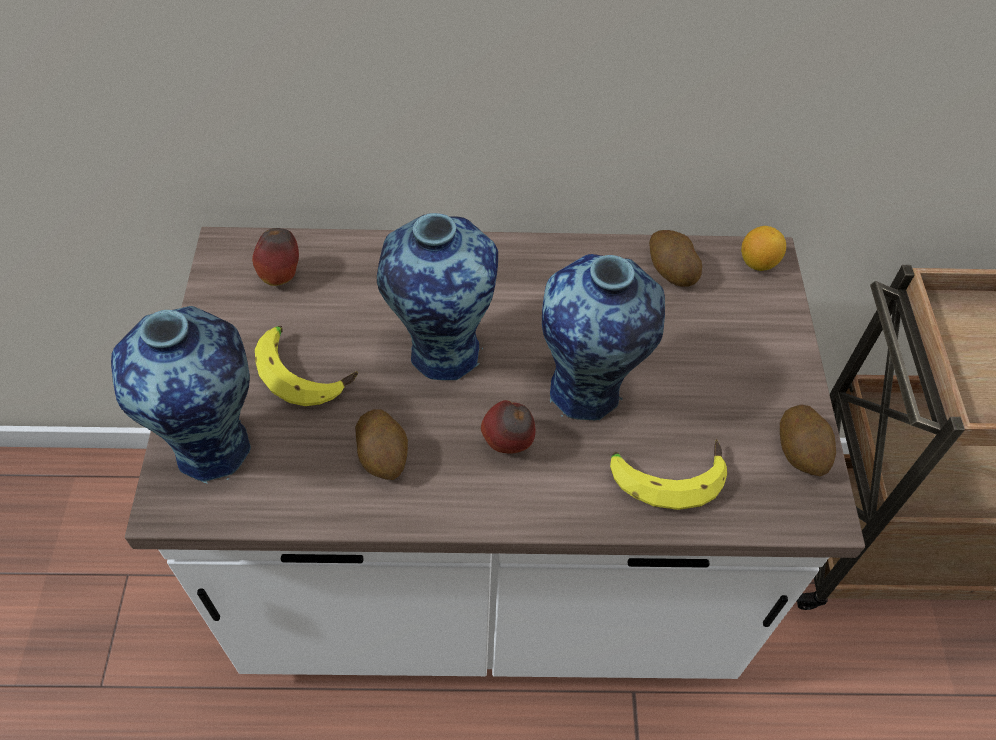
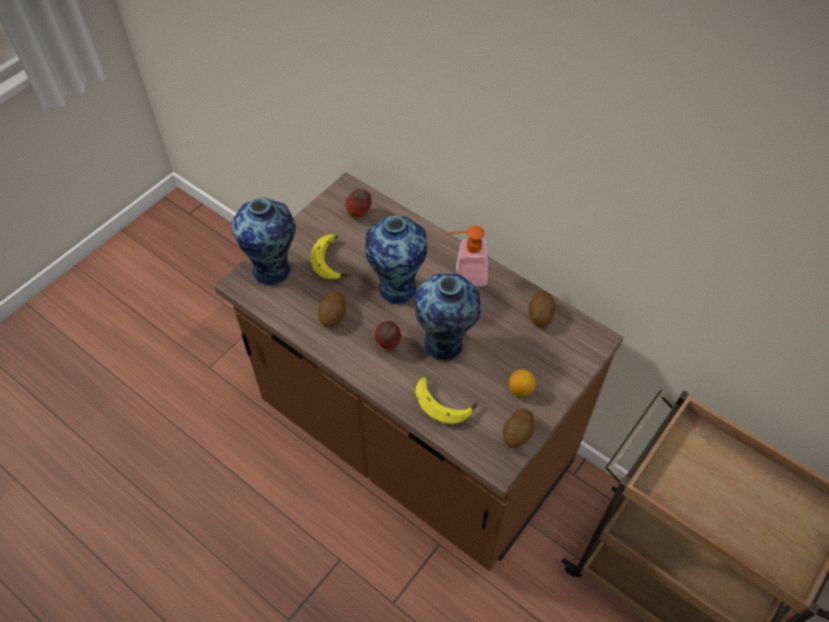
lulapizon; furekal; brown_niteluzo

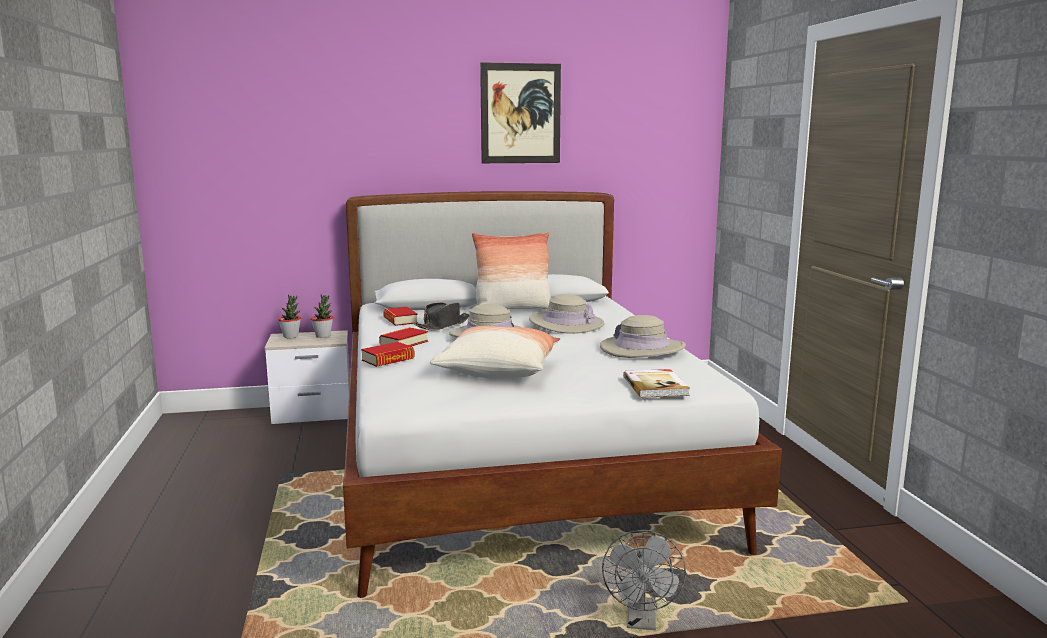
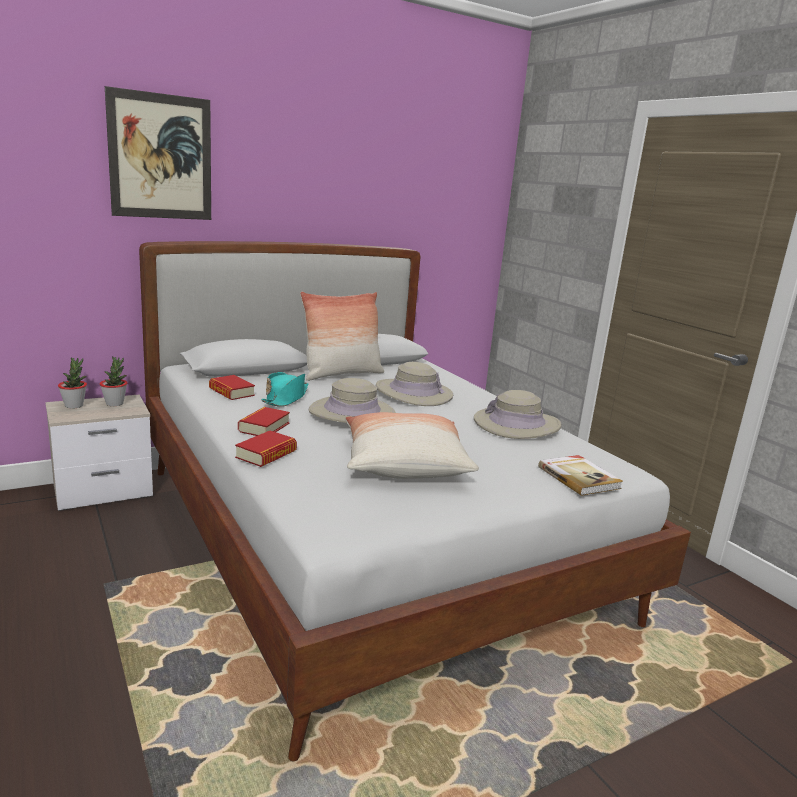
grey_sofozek; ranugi; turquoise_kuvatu

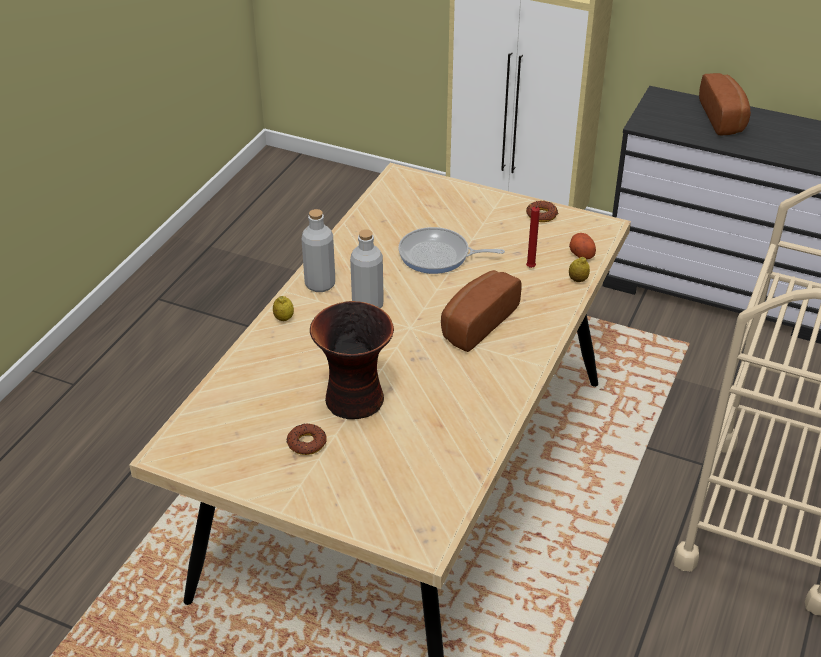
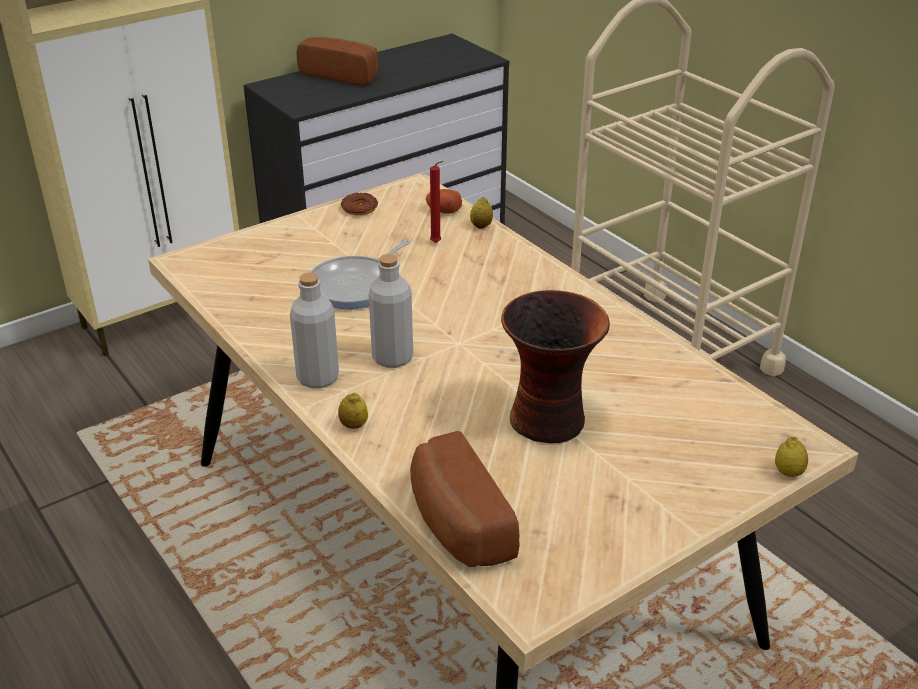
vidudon (1st from left in the first image); furekal (3rd from left); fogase (2nd from left)

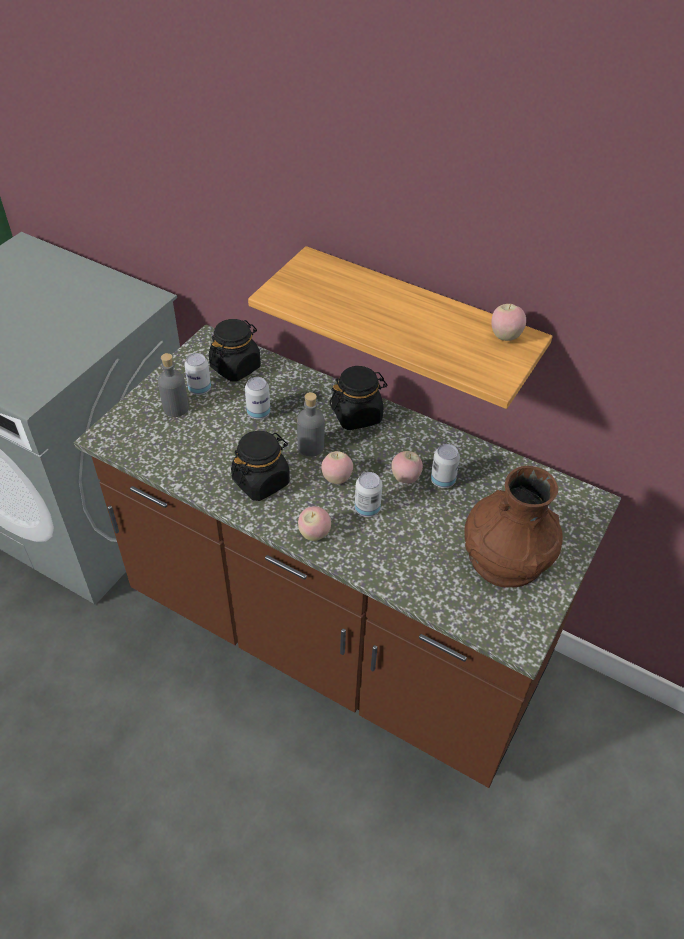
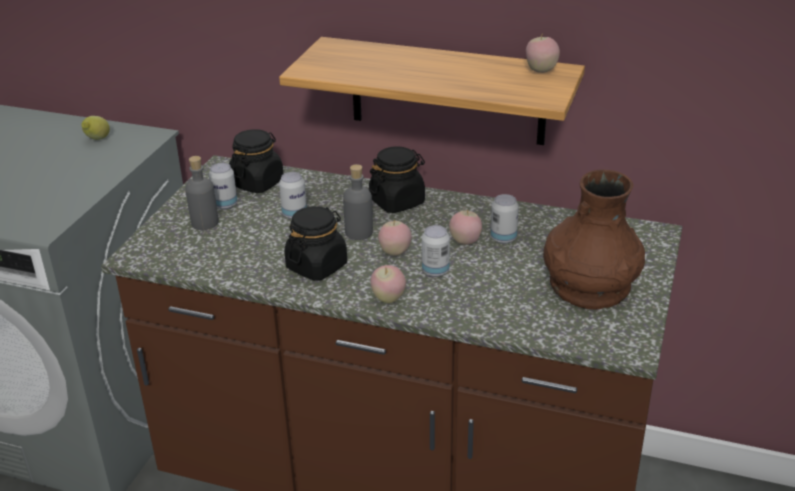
furekal

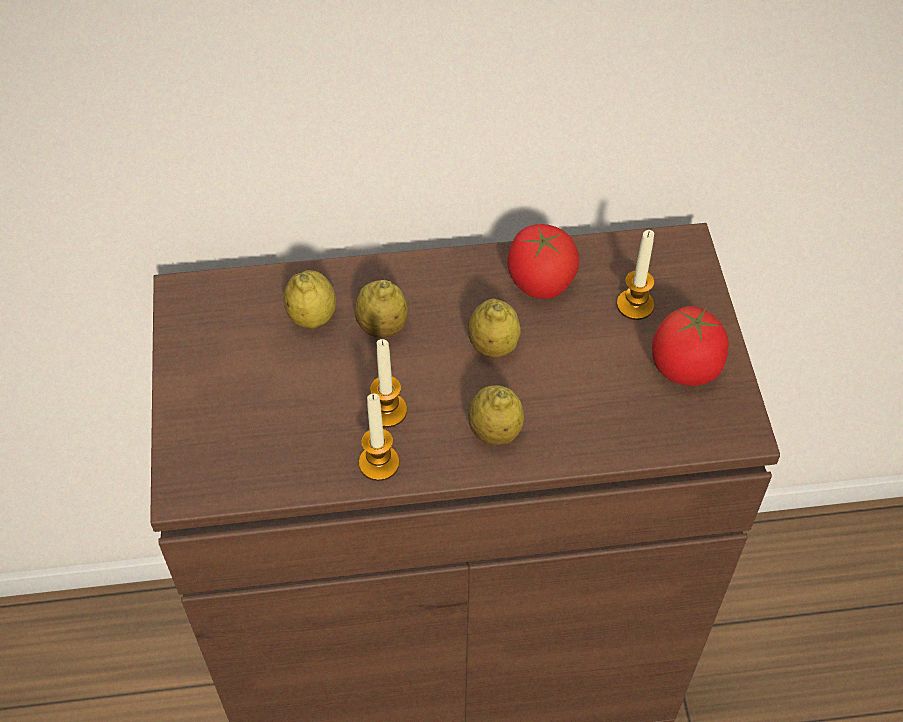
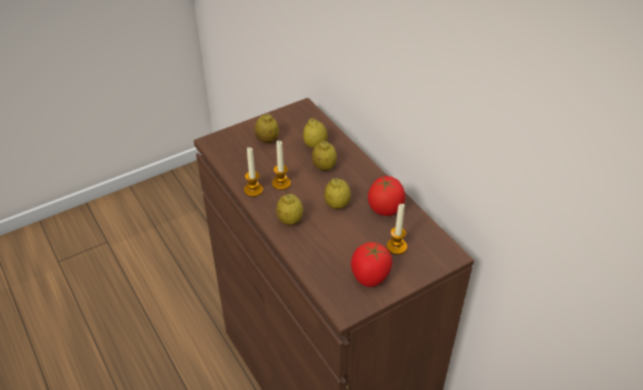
furekal (1st from left)

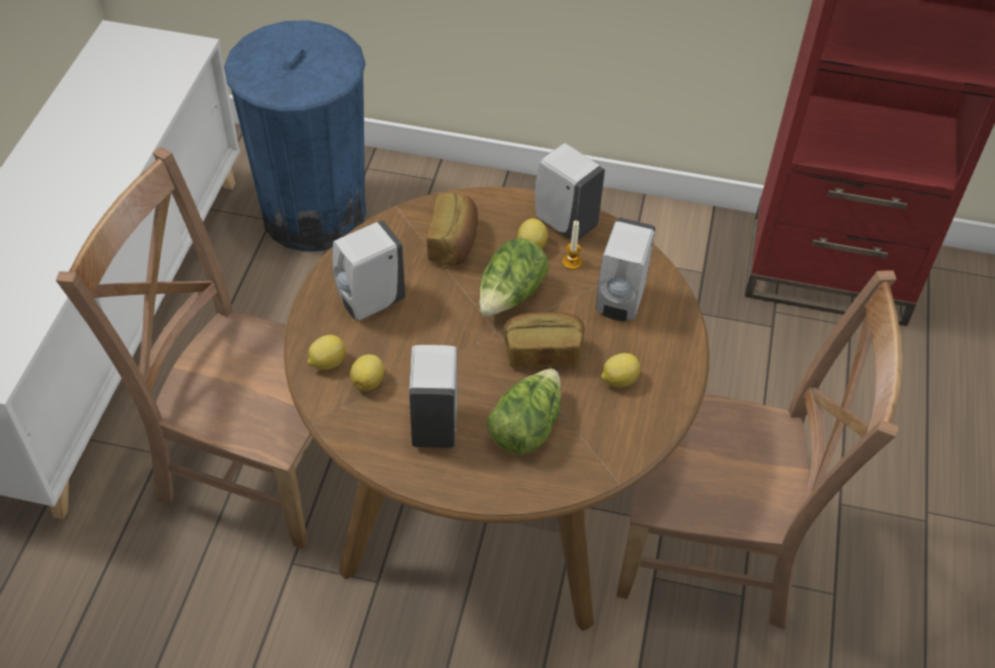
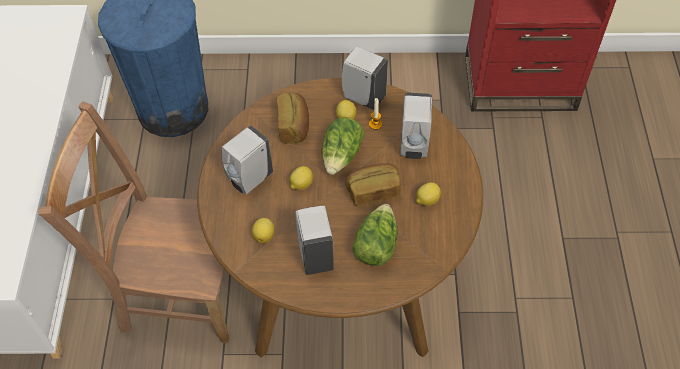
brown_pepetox (2nd from left in the first image); furekal (2nd from left)

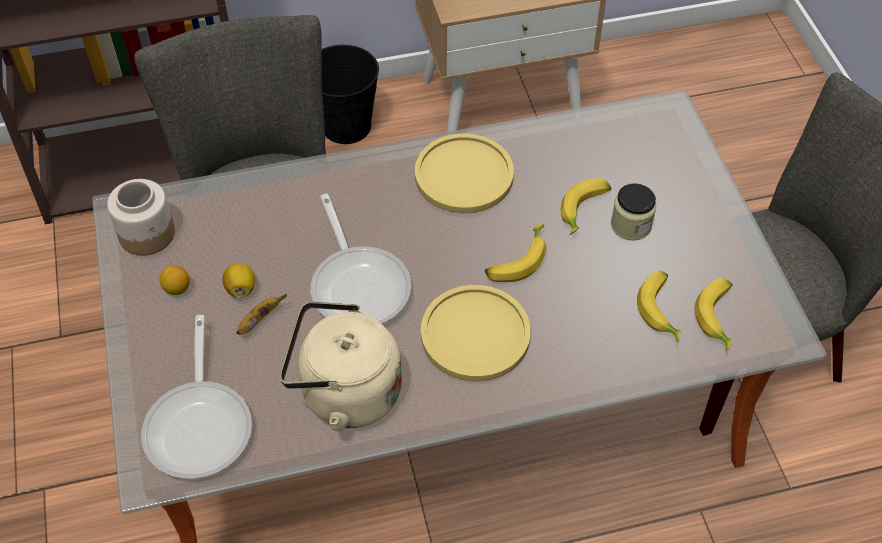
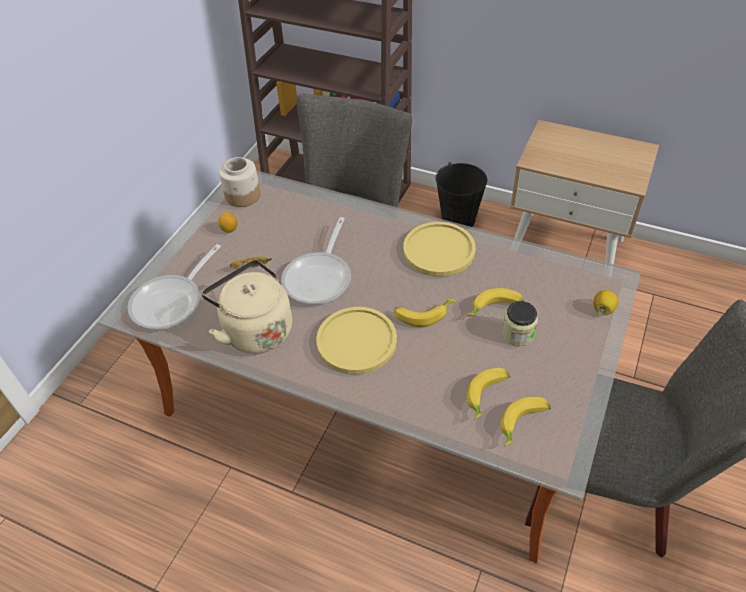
furekal (2nd from left)

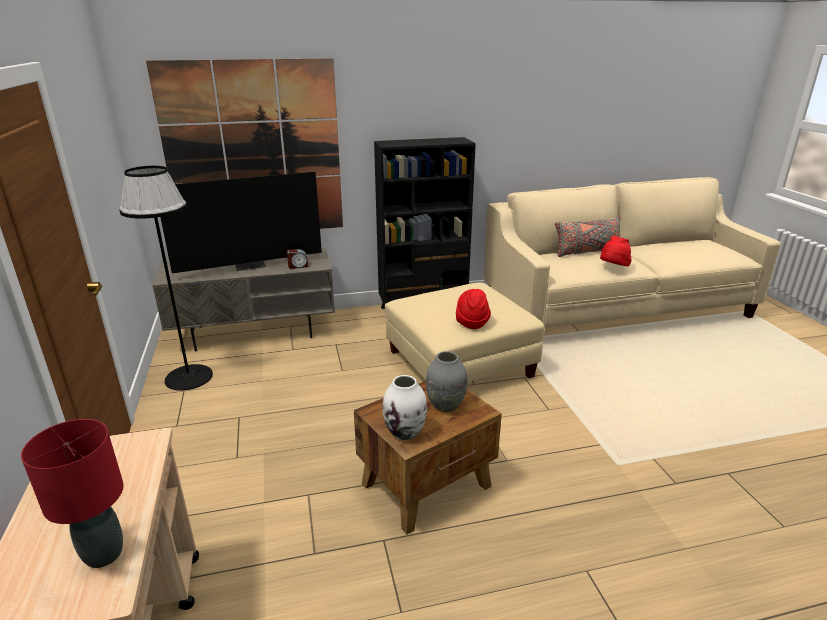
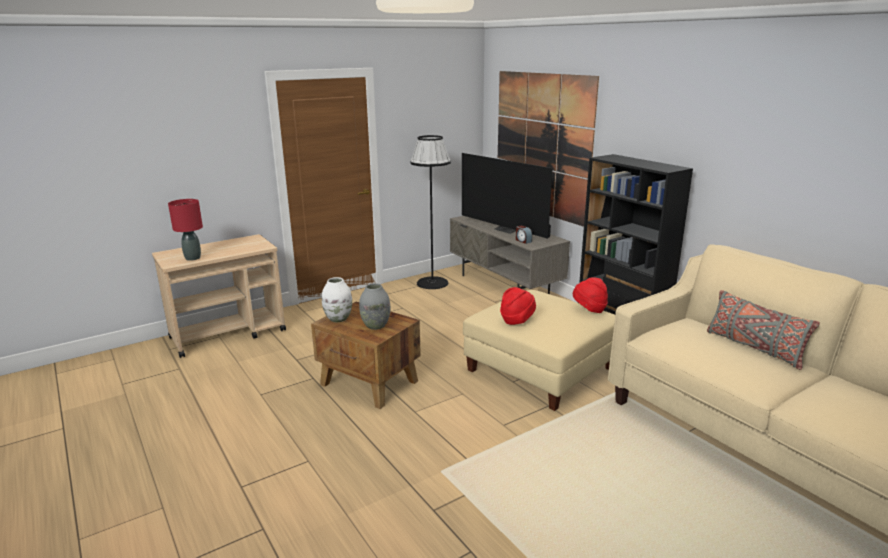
red_kuvatu (2nd from left)

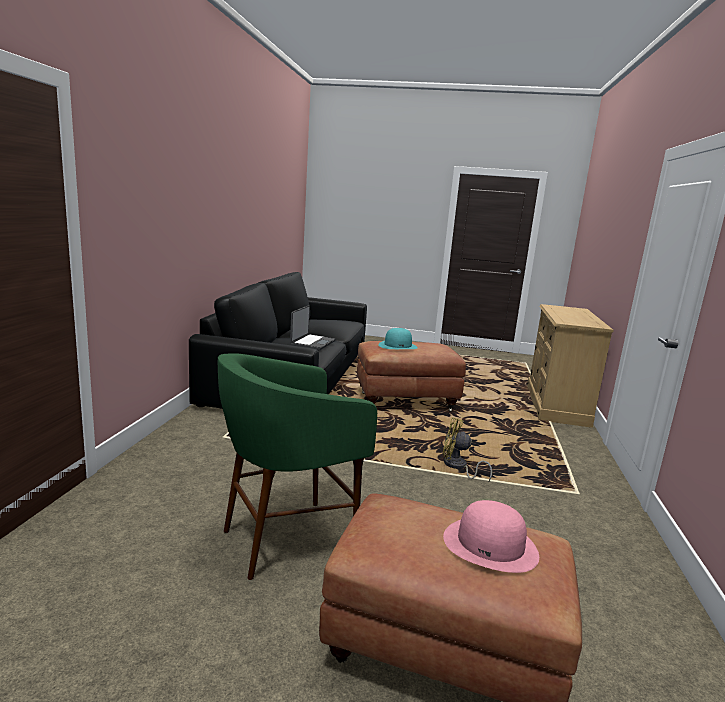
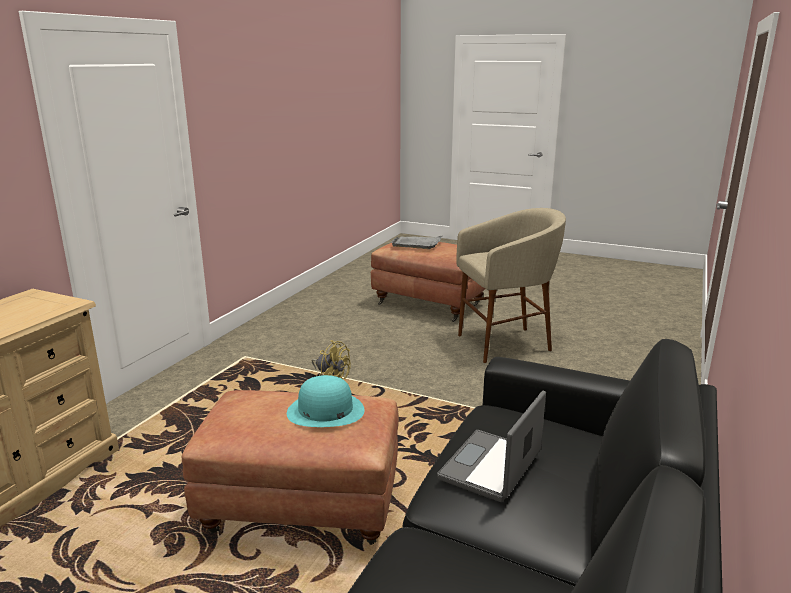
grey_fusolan; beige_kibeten

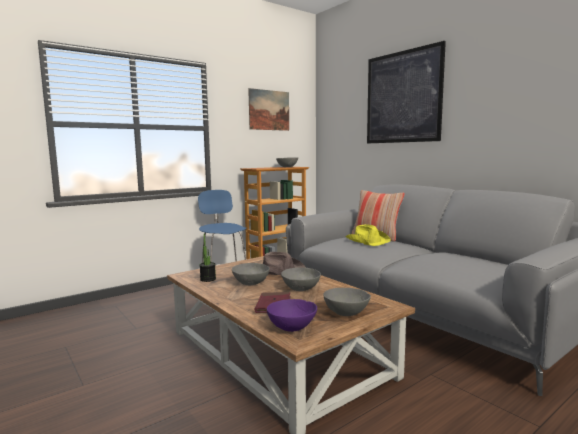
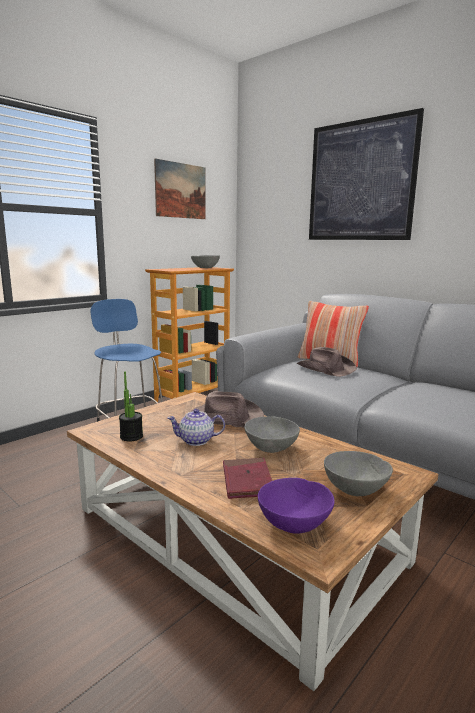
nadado; brown_kuvatu (2nd from left)

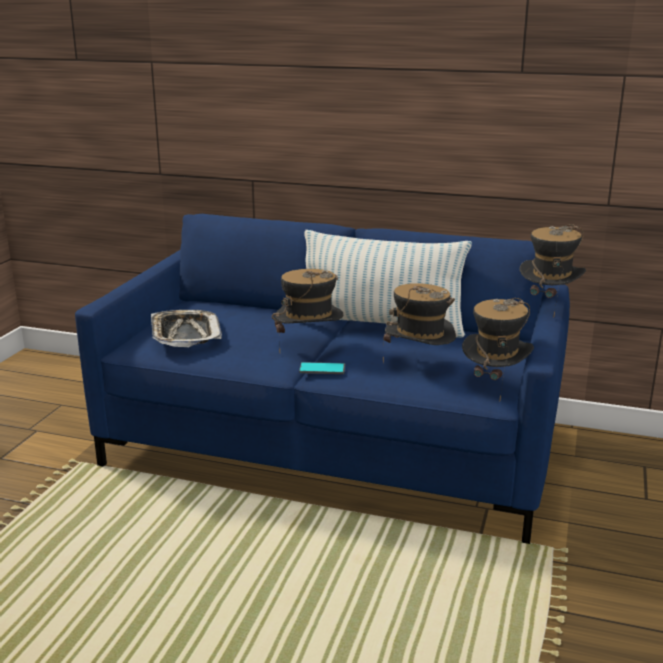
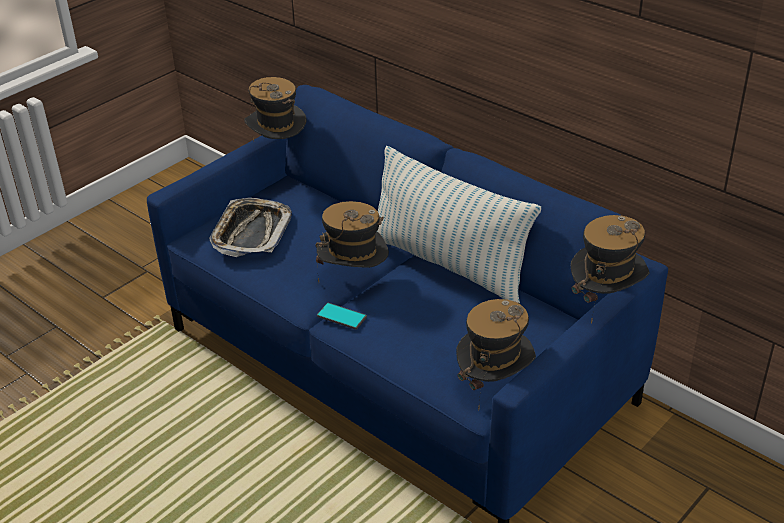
kuvatu (1st from left)

